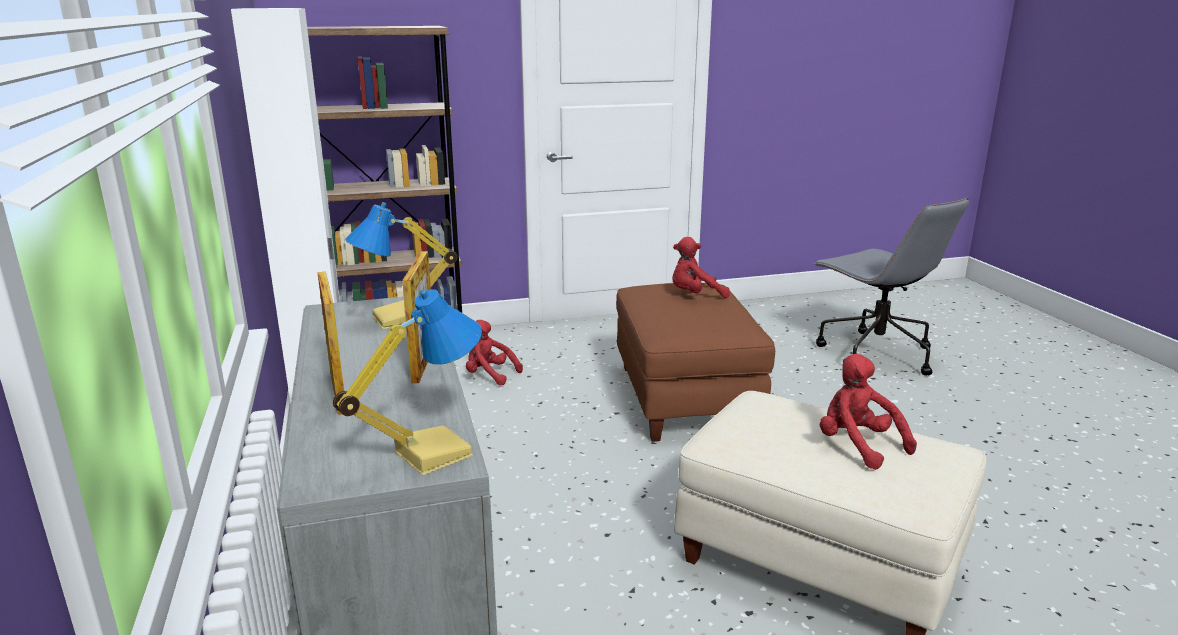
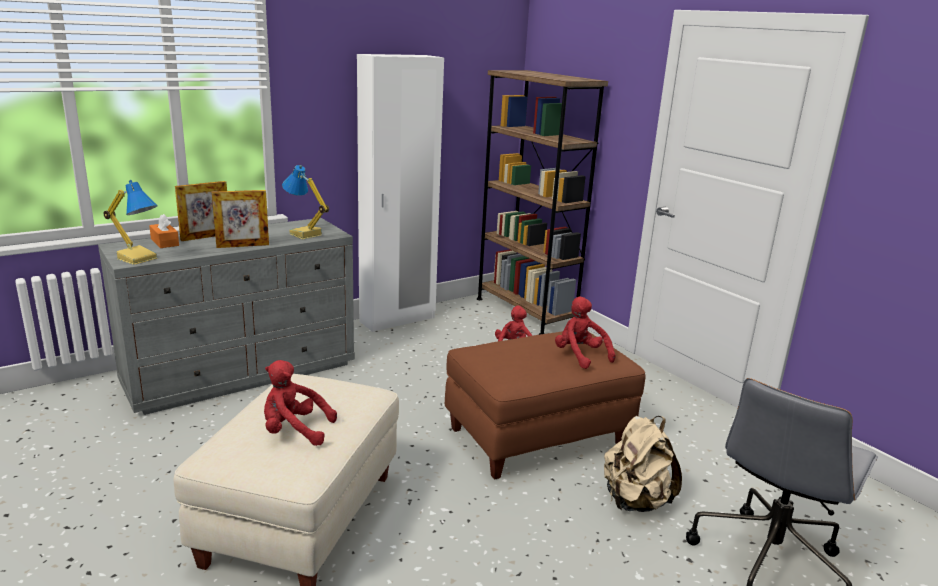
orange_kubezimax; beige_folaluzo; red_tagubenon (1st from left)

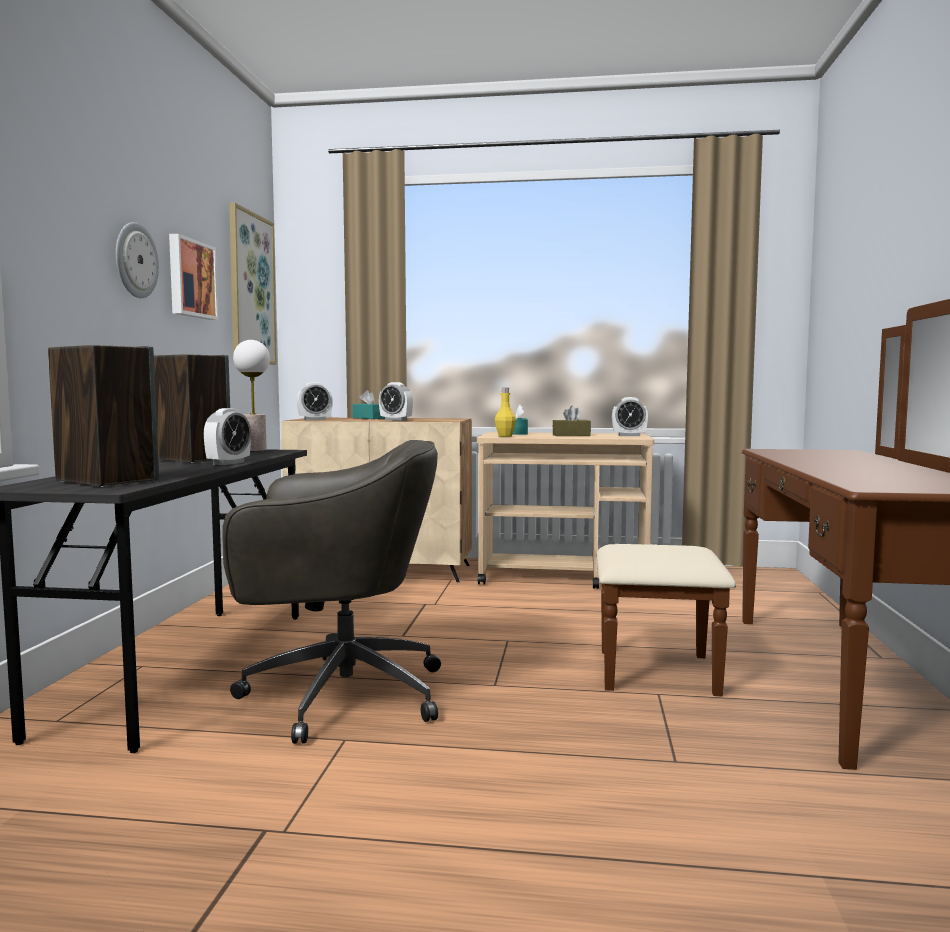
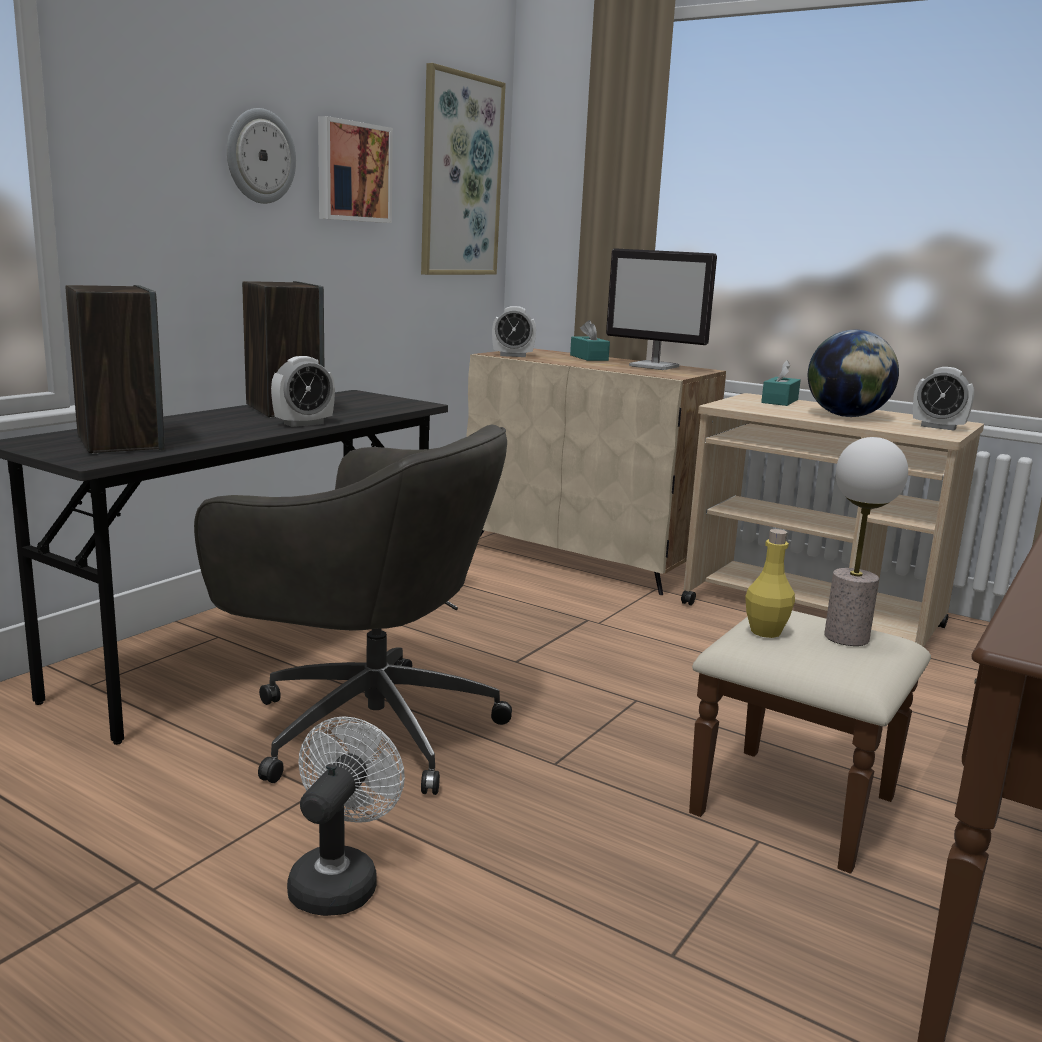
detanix (3rd from left in the first image); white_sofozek; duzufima; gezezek; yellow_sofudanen; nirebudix

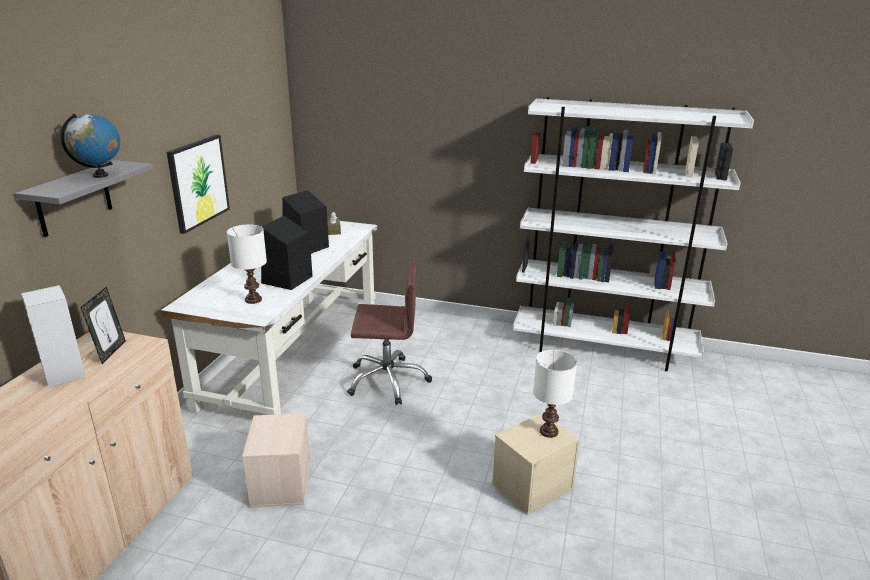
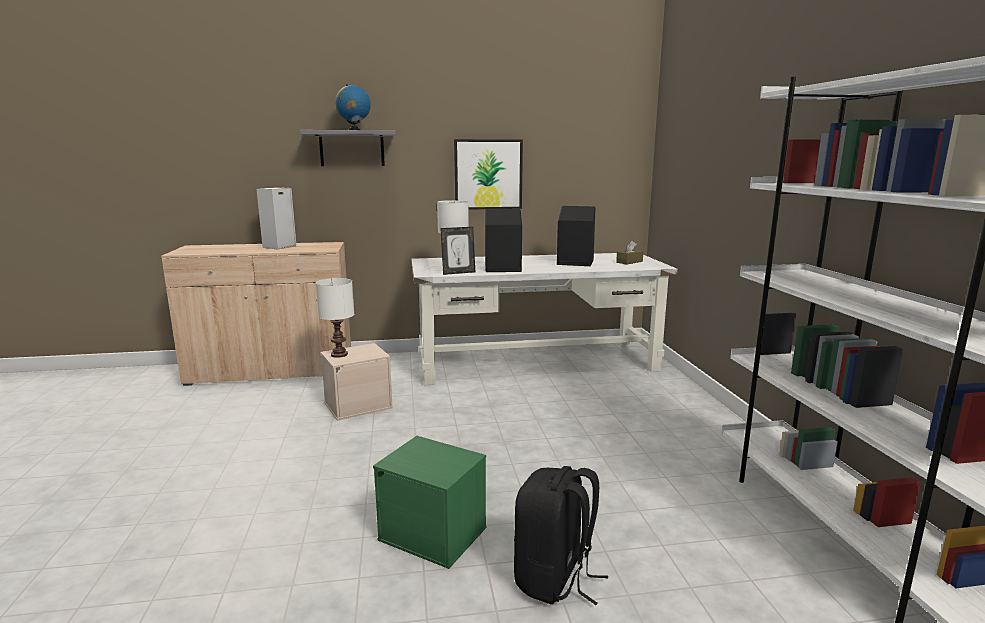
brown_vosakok; black_folaluzo; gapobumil; white_gezezek (1st from left); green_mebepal

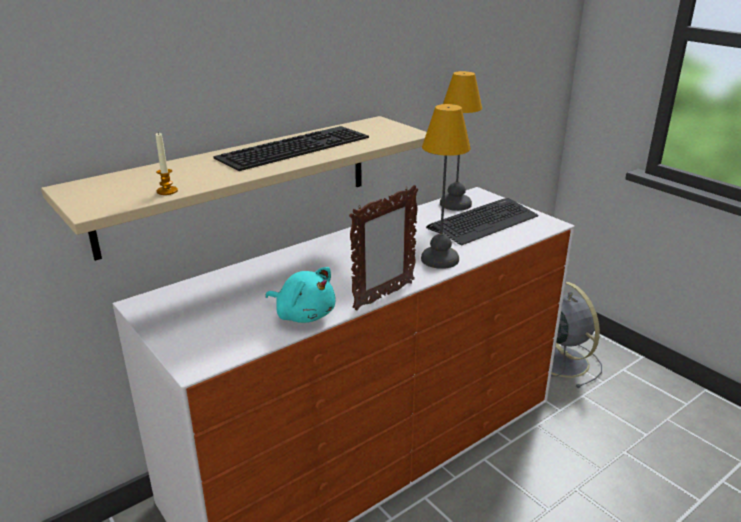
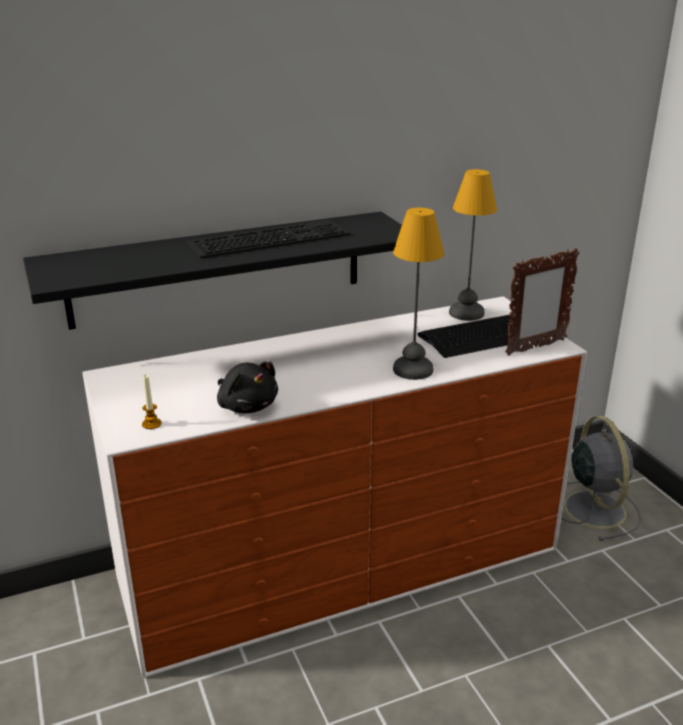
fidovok; gapobumil; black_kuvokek; black_tagubenon

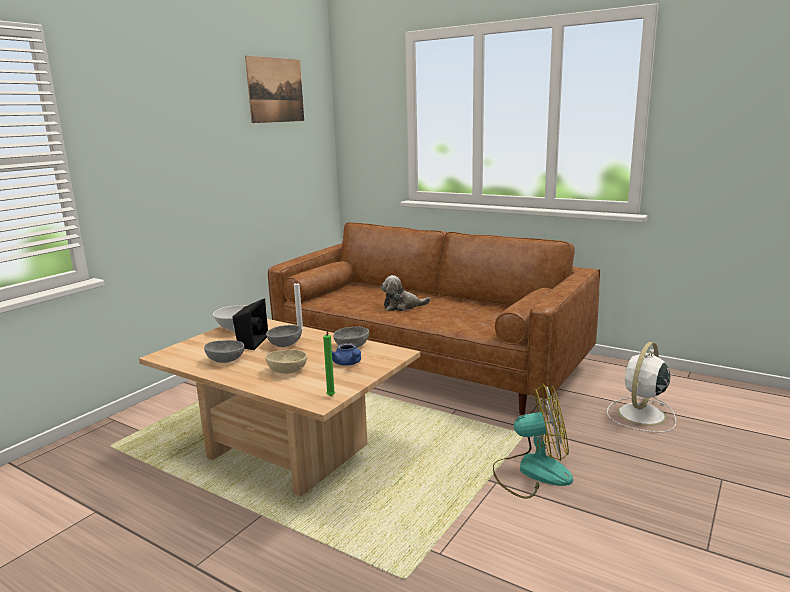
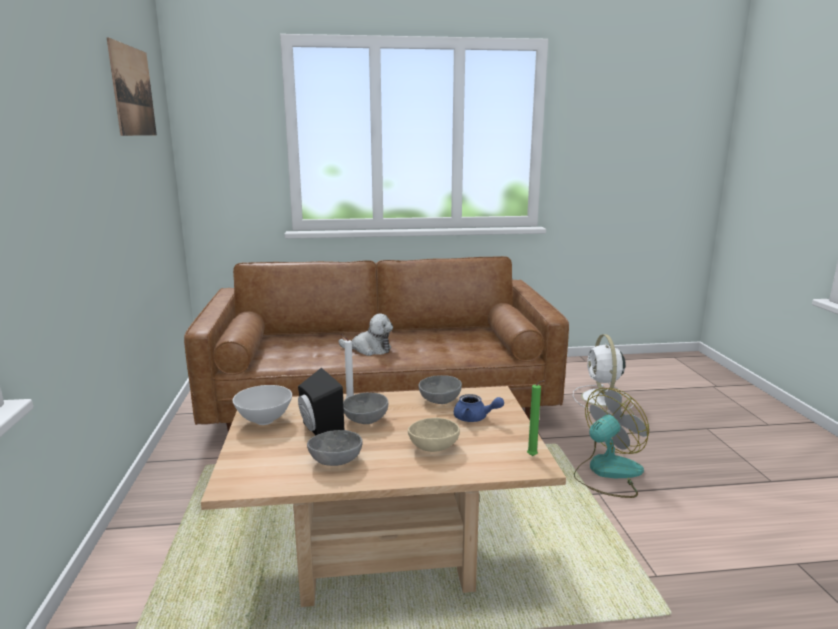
tagubenon

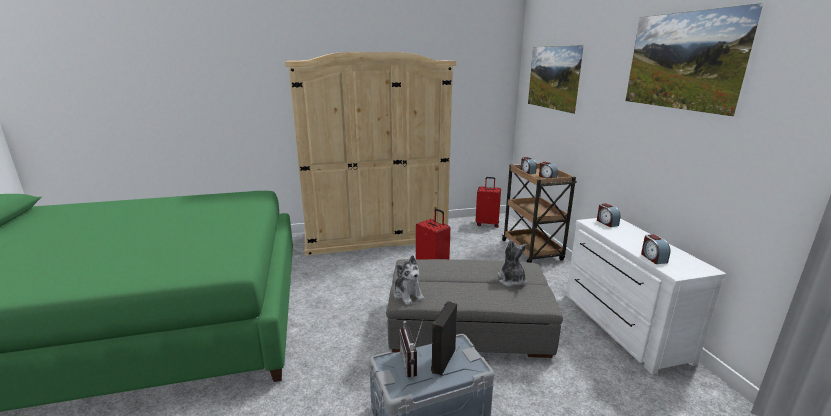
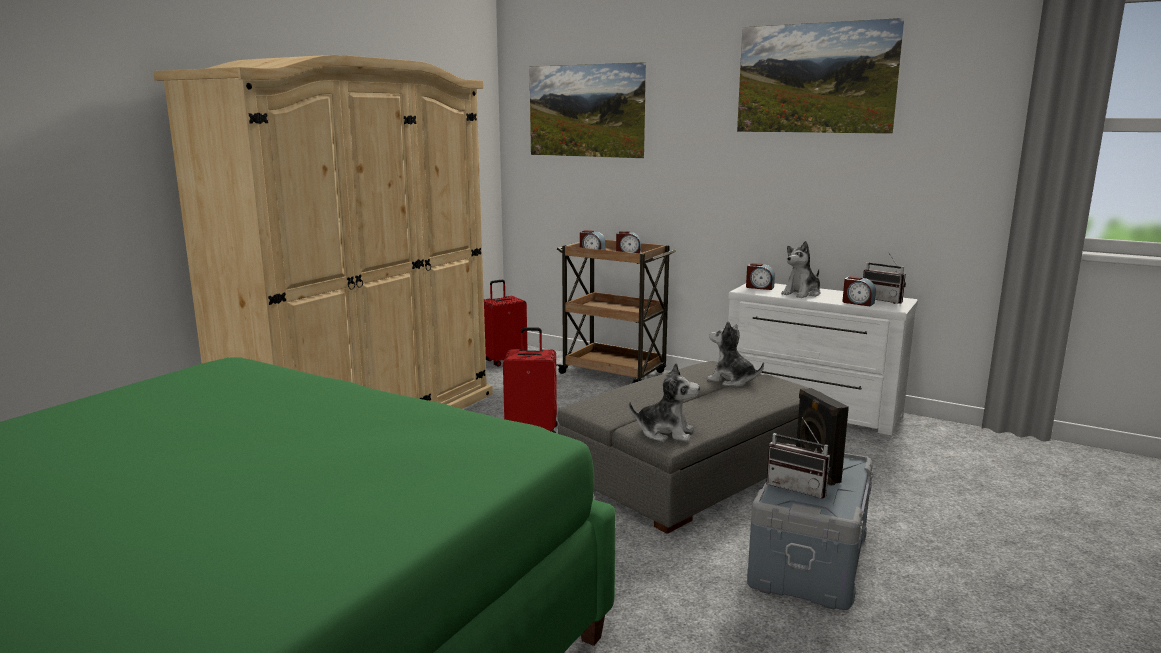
tagubenon (3rd from left); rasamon (2nd from left)

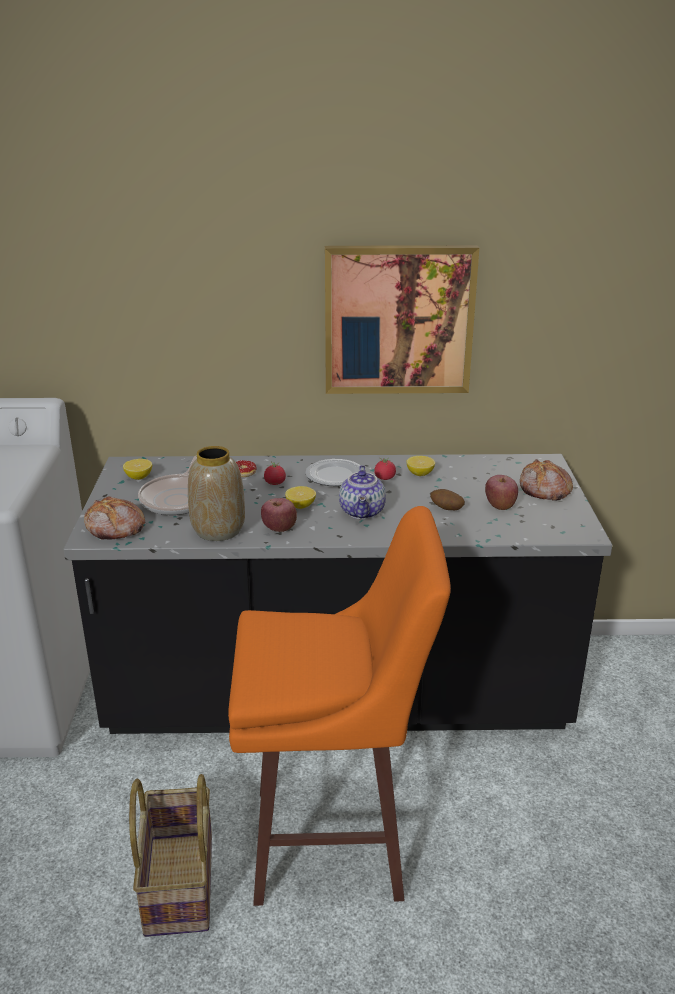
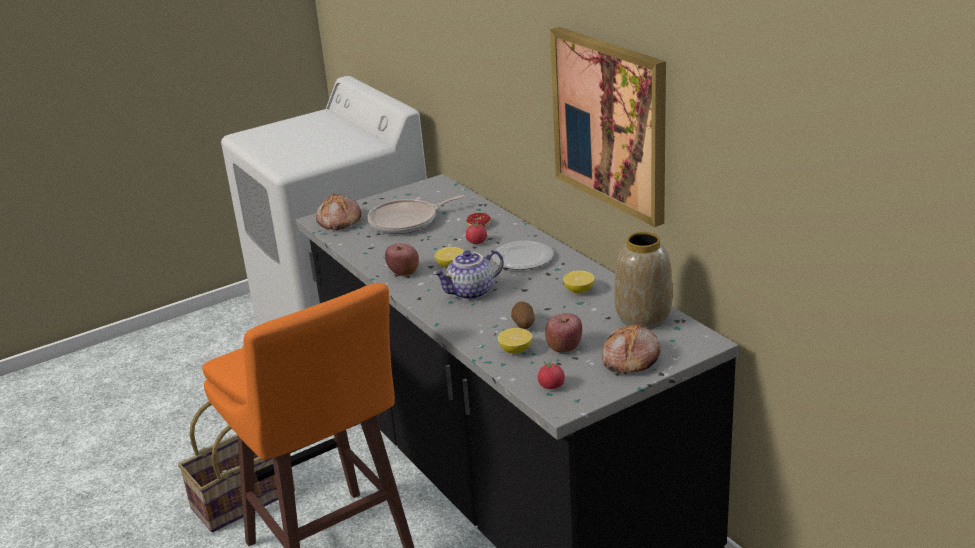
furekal (2nd from left); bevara; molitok (2nd from left)

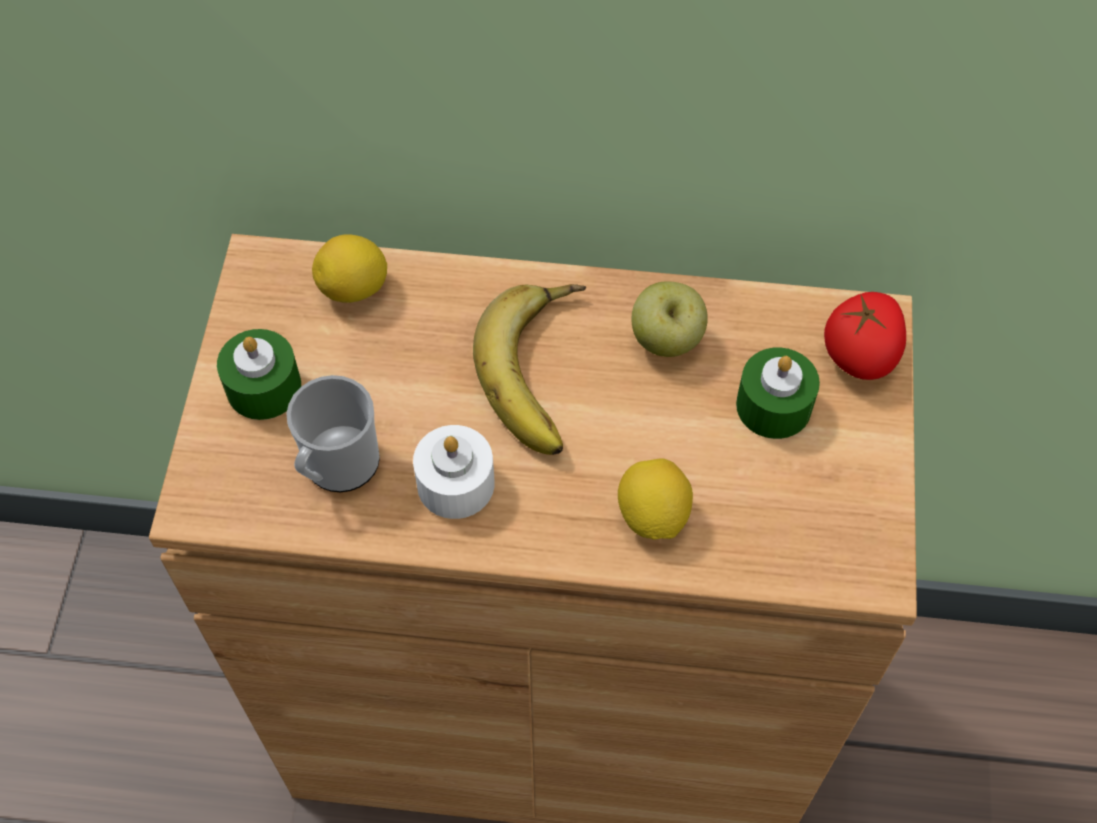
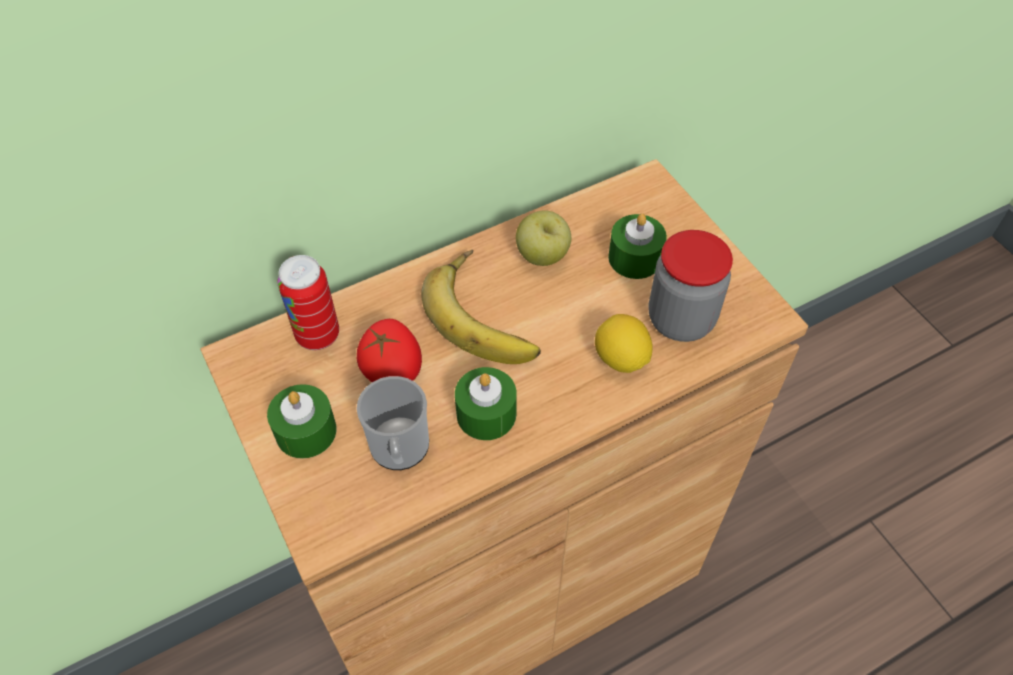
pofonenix; molitok; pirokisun; green_fidovok (2nd from left)

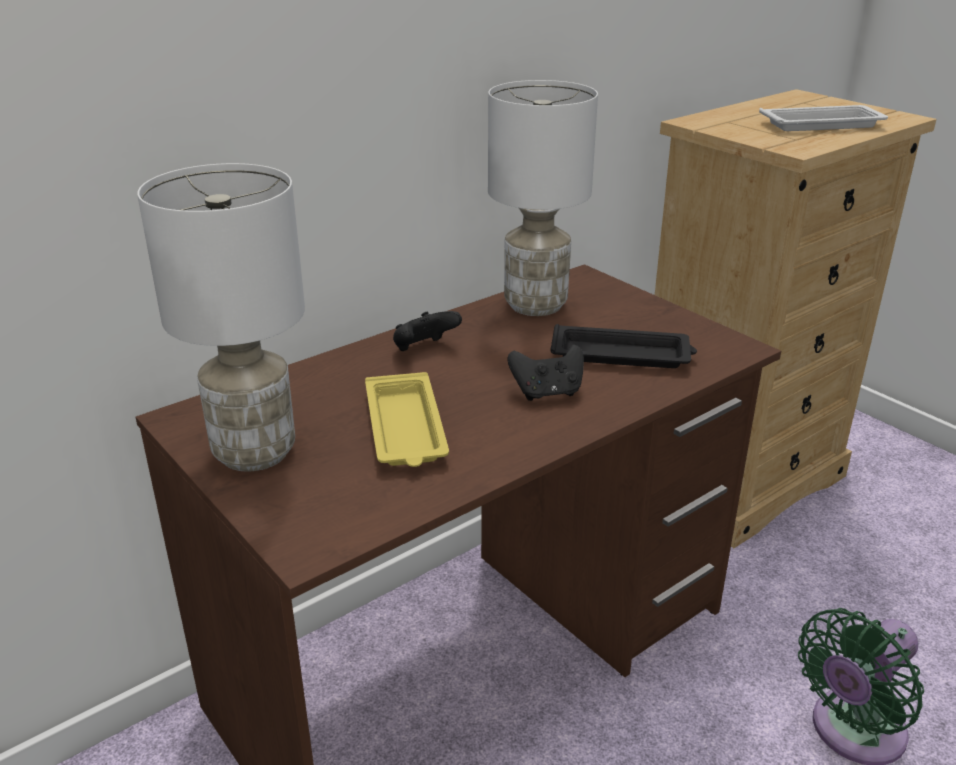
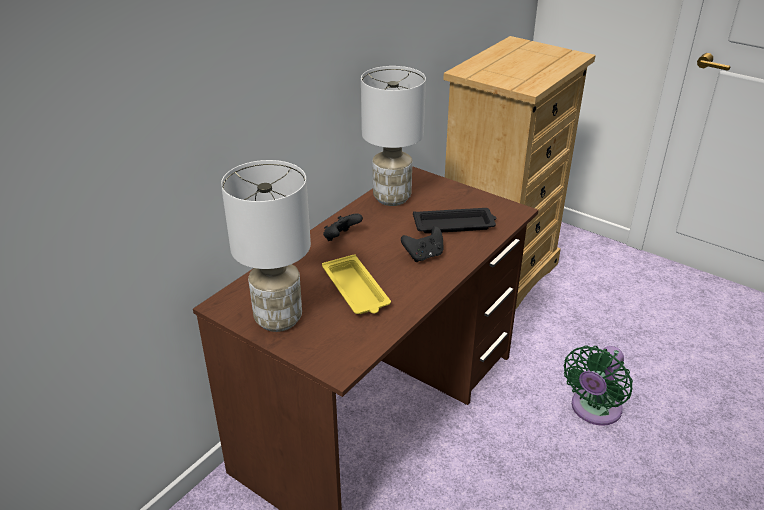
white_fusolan

